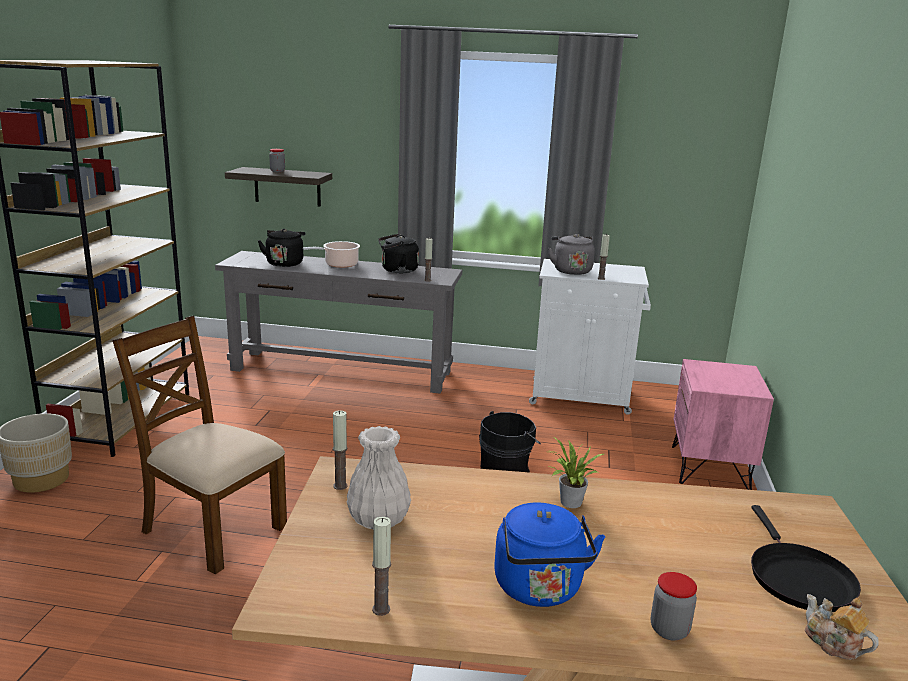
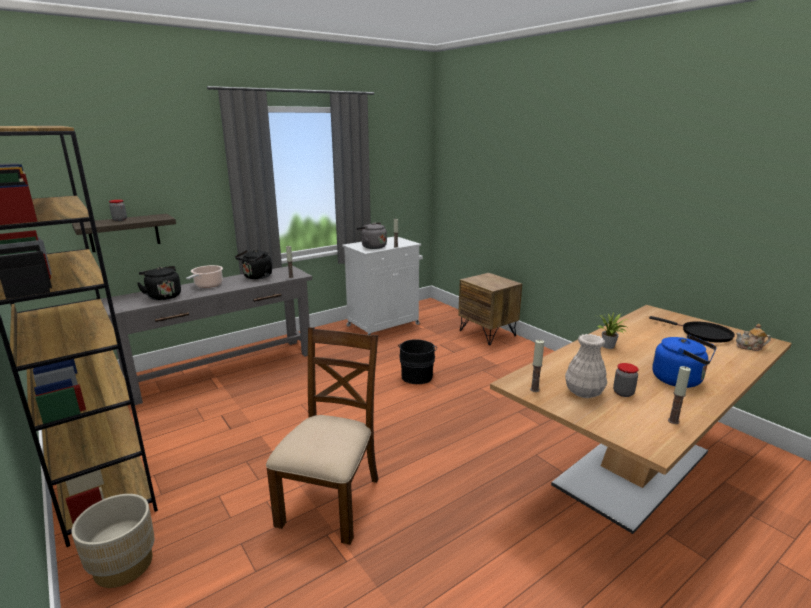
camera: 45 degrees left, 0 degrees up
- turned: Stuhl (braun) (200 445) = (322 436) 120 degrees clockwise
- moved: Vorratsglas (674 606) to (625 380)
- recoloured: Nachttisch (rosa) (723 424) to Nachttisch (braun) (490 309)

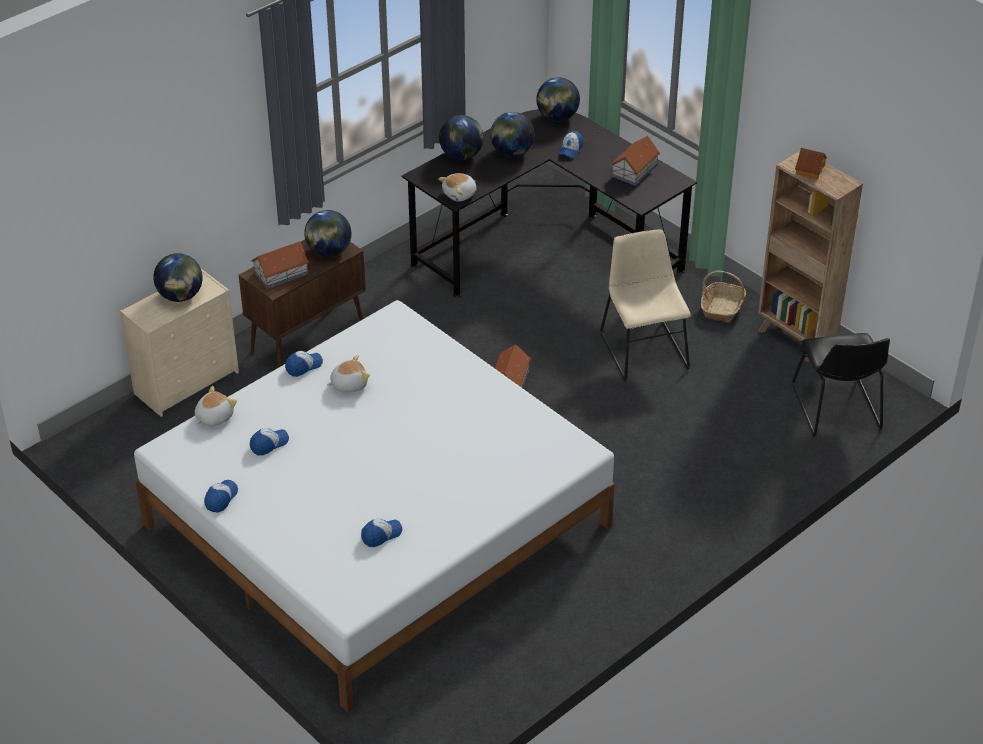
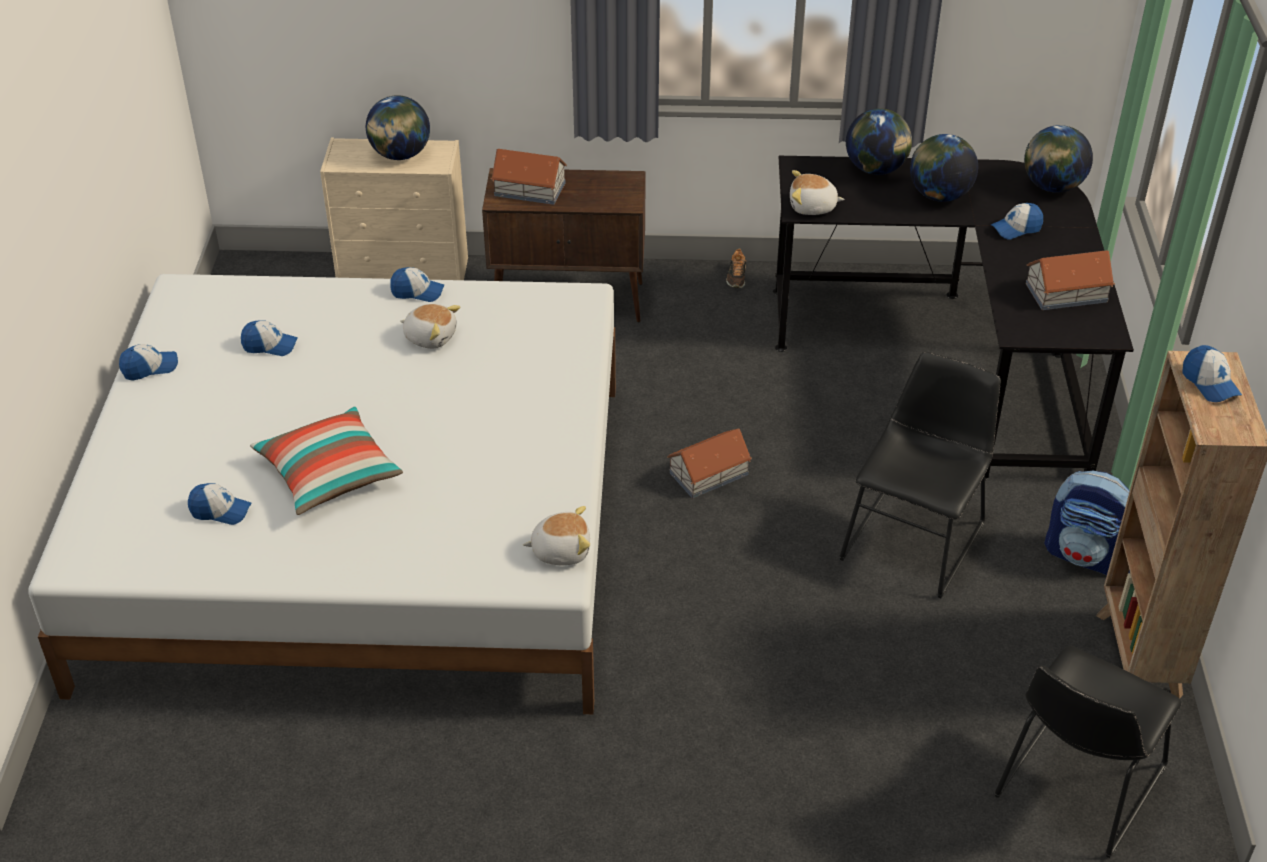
camera: 45 degrees right, 0 degrees up
- moved: Plüschtier (216 406) to (556 535)
- removed: Globus (327 233)
- recoloured: Stuhl (beige) (645 305) to Stuhl (schwarz) (920 475)
- replaced: Korb (723 297) to Rucksack (1087 523)
- replaced: Spielzeughaus (811 163) to Kappe (1212 373)
- added: Kissen (326 460)
- added: Schuh (736 268)

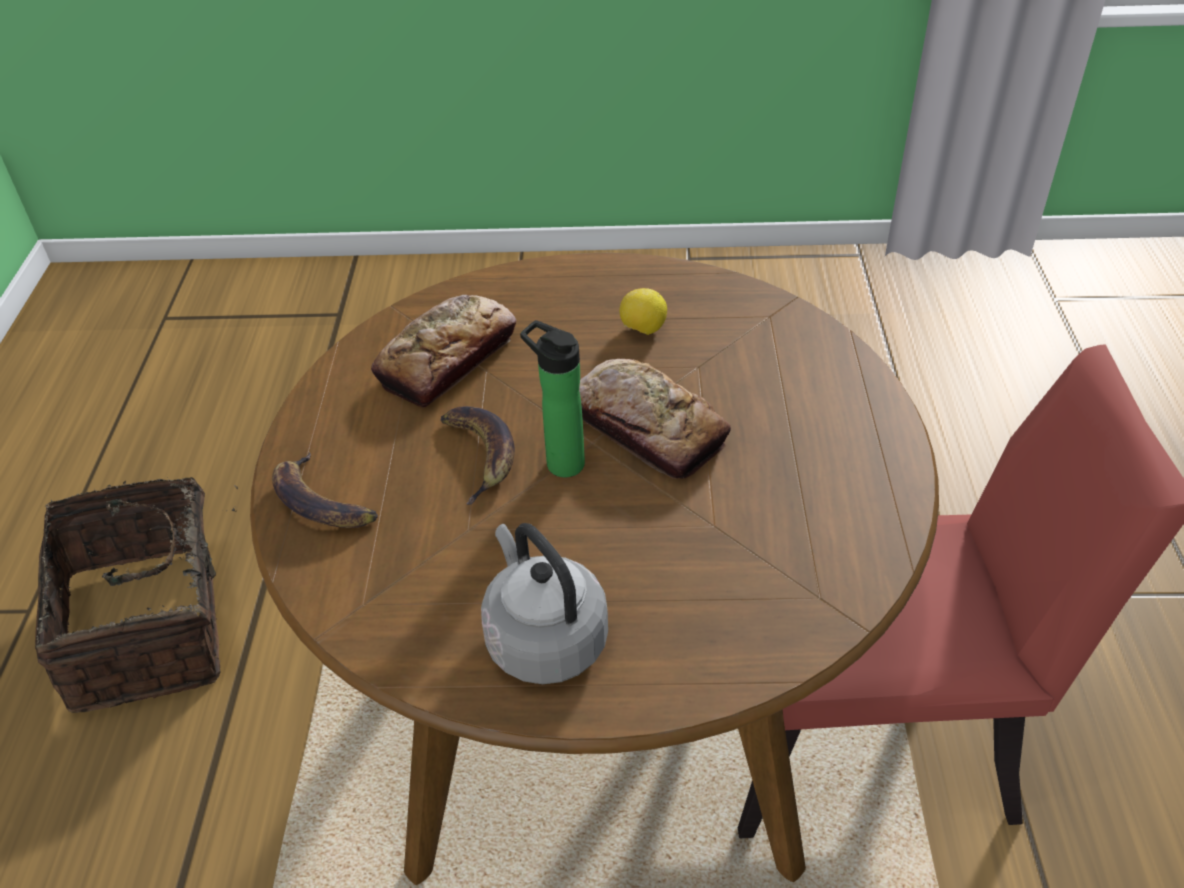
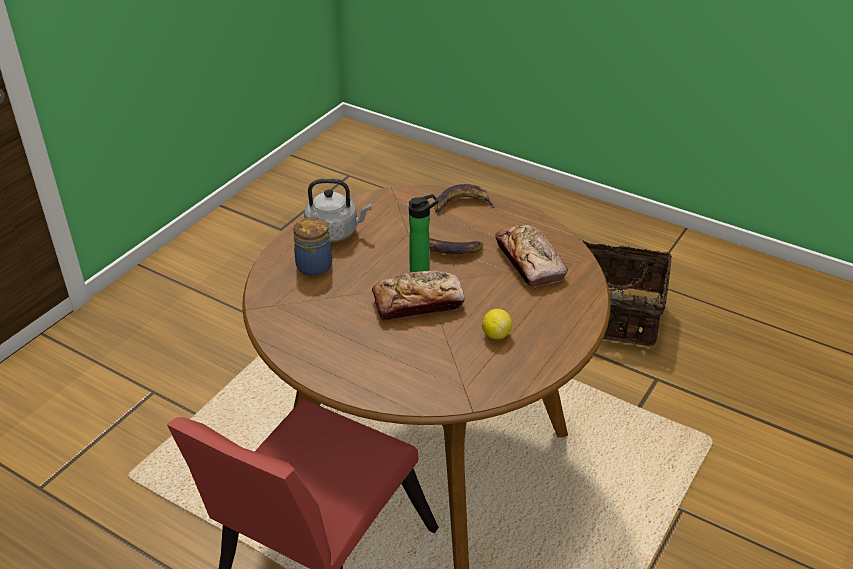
camera: 120 degrees right, 5 degrees down
- added: Vorratsglas (312 246)

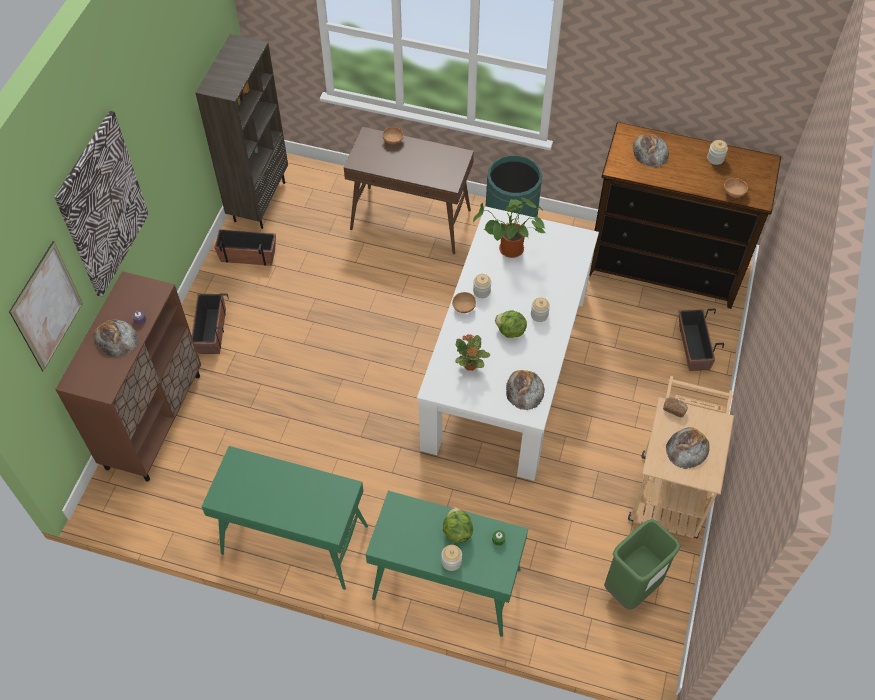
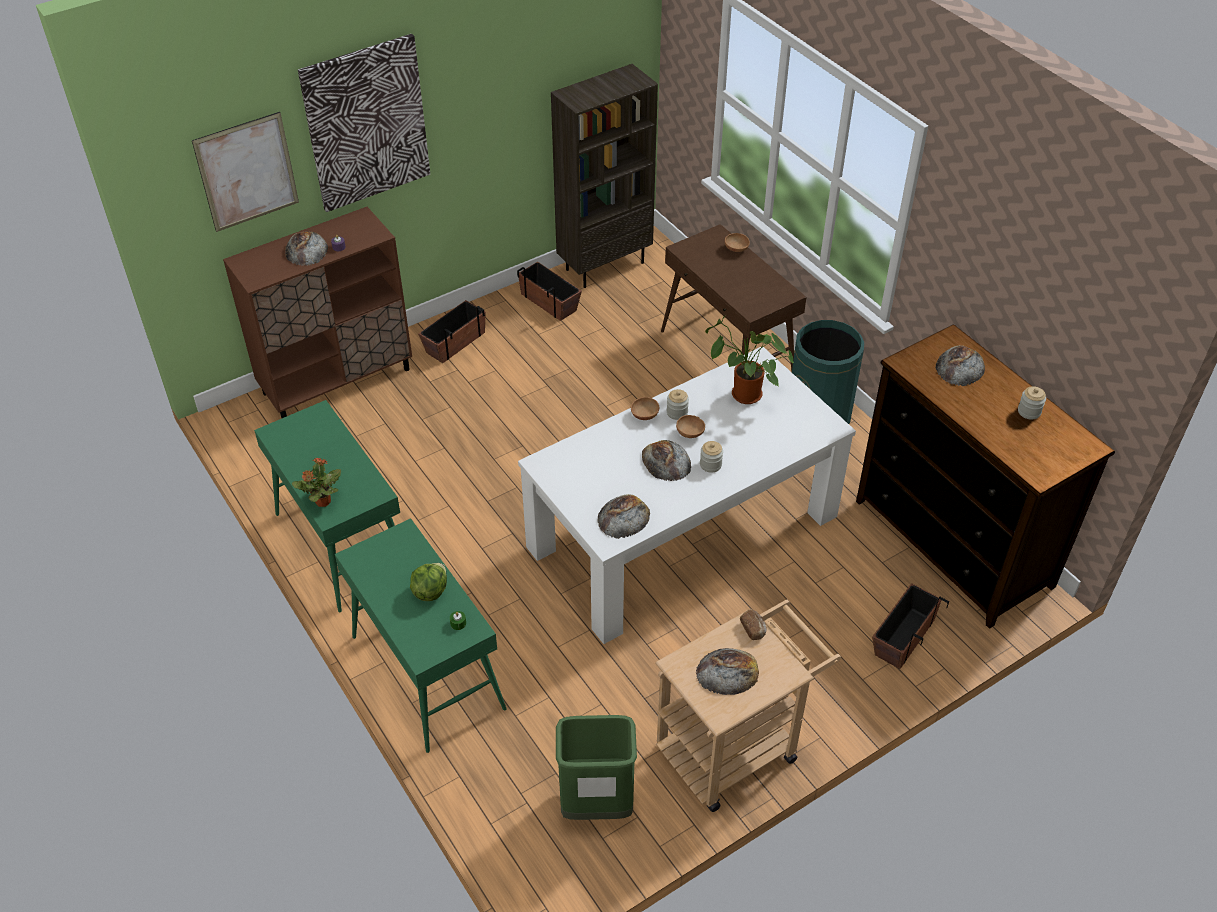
camera: 40 degrees right, 10 degrees down
- removed: Vorratsglas (451 558)
- moved: Topfpflanze (473 352) to (316 482)
- replaced: Salatkopf (511 324) to Brot (666 460)
- moved: Schüssel (braun) (736 187) to (690 426)

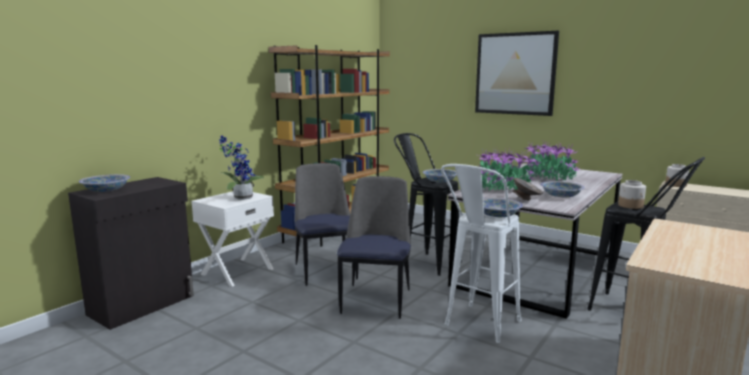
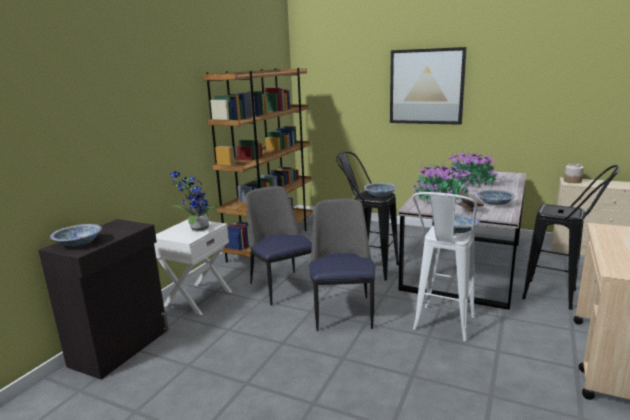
camera: 10 degrees left, 5 degrees up
- removed: Vorratsglas (632 194)

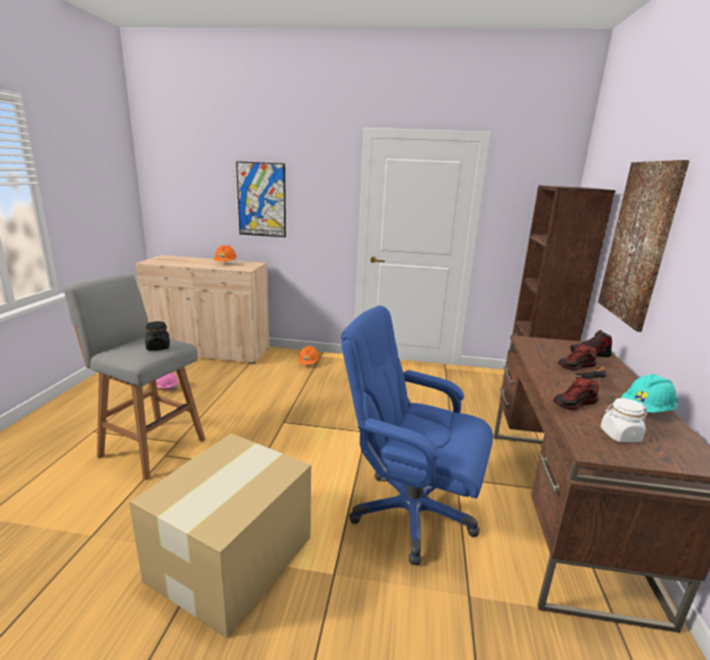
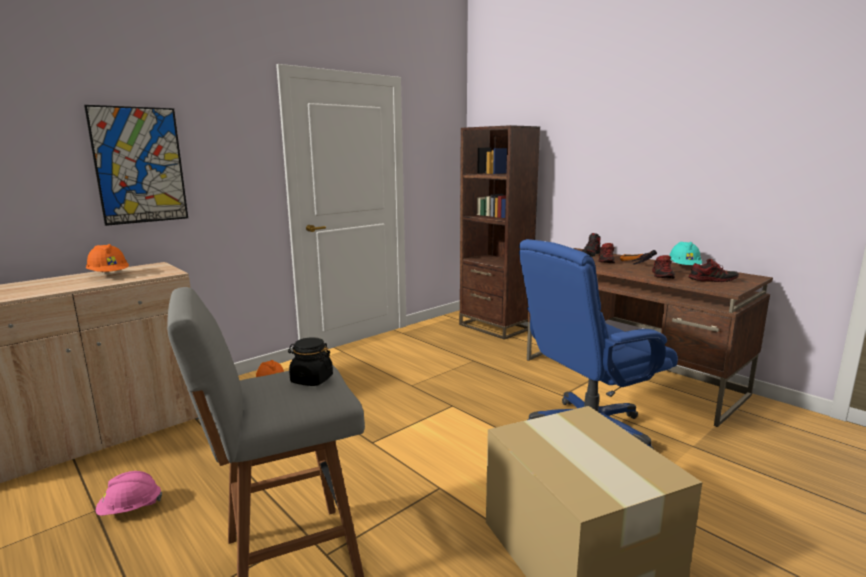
camera: 50 degrees left, 5 degrees down
- removed: Bild (644 246)
- replaced: Vorratsglas (weiß) (623 420) to Schuh (713 270)

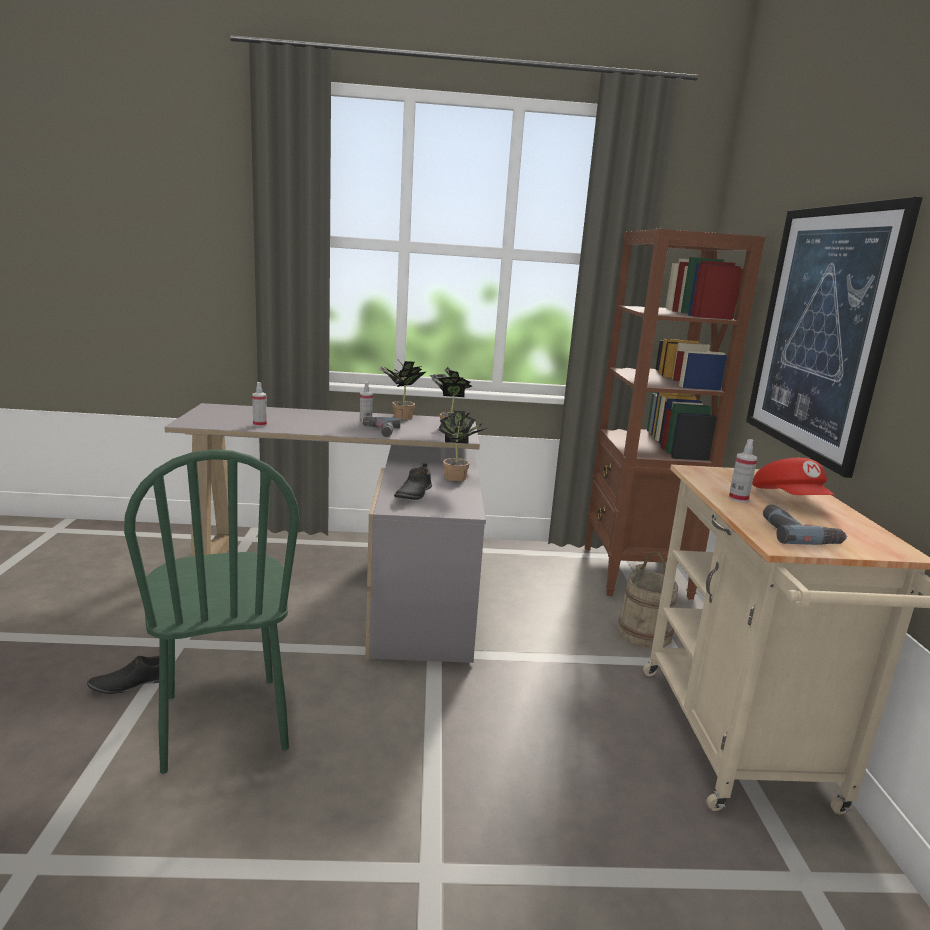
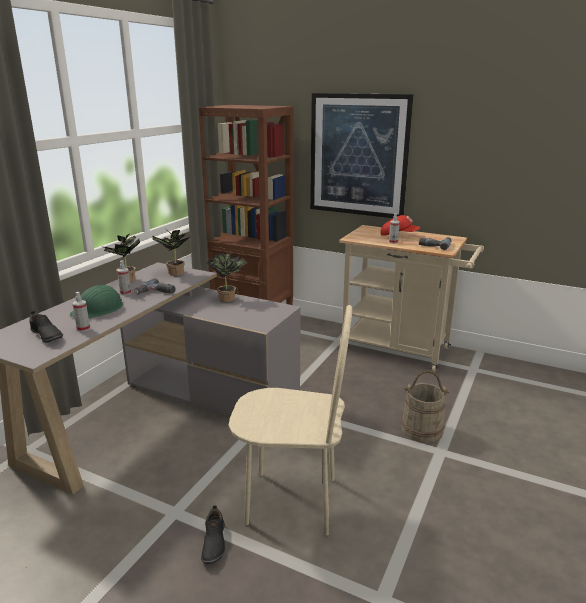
camera: 60 degrees left, 5 degrees up
- recoloured: Stuhl (grün) (212 611) to Stuhl (beige) (291 420)
- moved: Schuh (schwarz) (413 481) to (46 327)
- moved: Eimer (beige) (647 599) to (425 406)
- added: Schutzhelm (grün) (96 301)

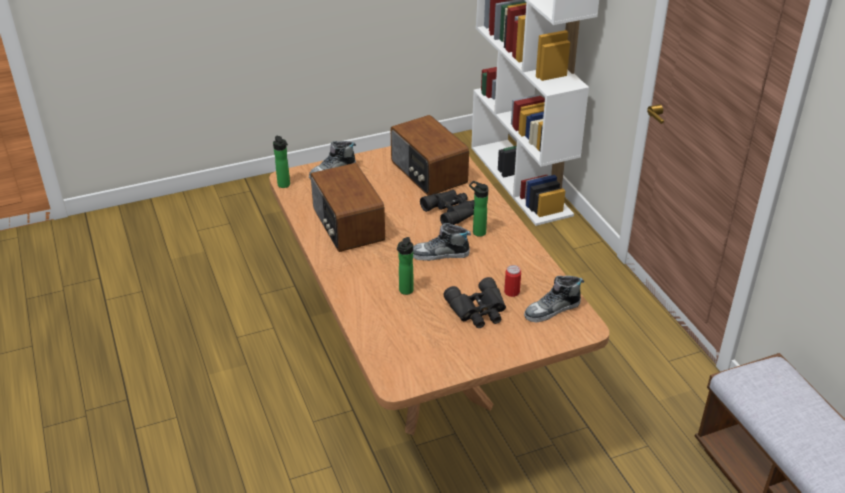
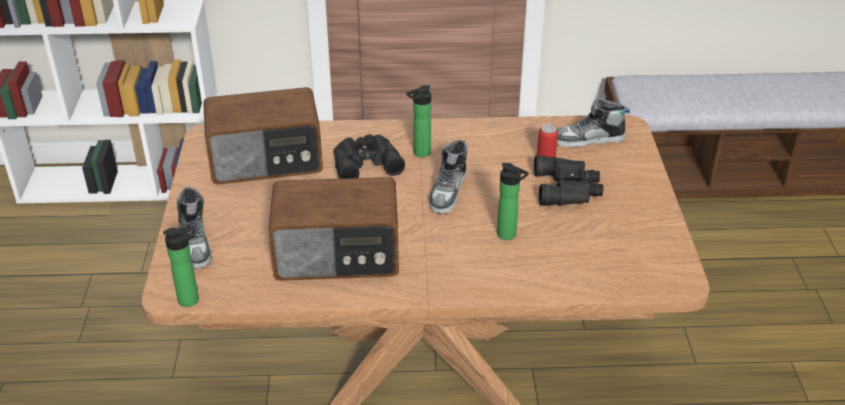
camera: 70 degrees left, 0 degrees up
- turned: Schuh (554 299) = (593 122) 90 degrees clockwise

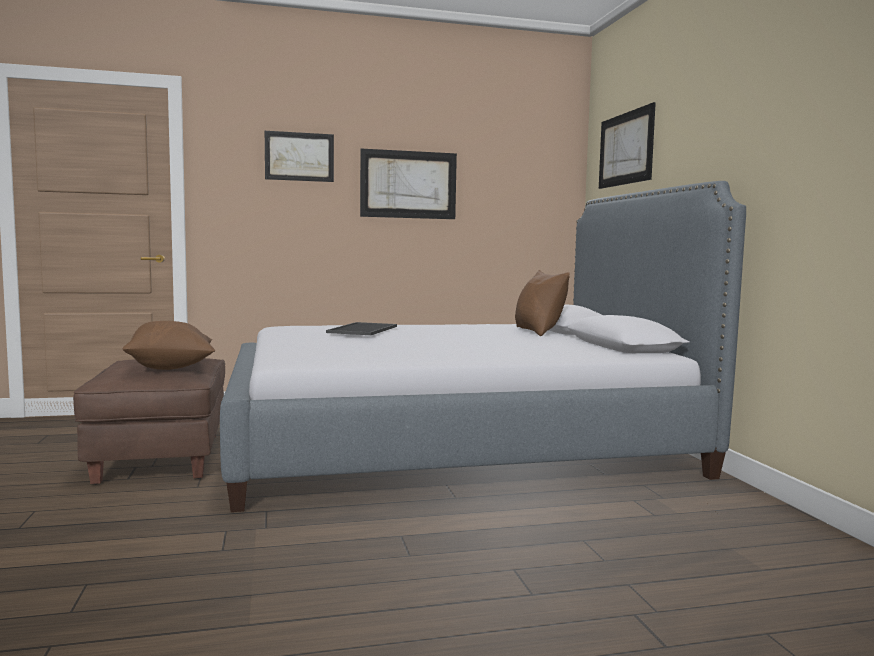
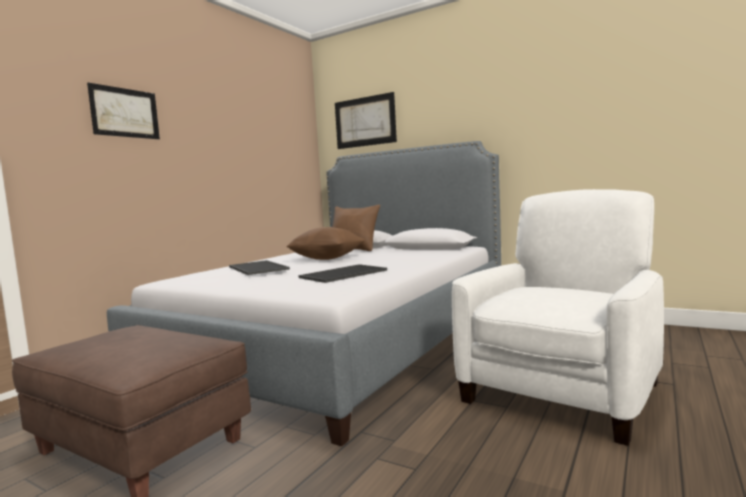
camera: 45 degrees left, 0 degrees up
- moved: Kissen (braun) (169 345) to (326 243)
- removed: Bild (408 184)
- added: Tablett (342 273)
- added: Sessel (weiß) (558 317)

